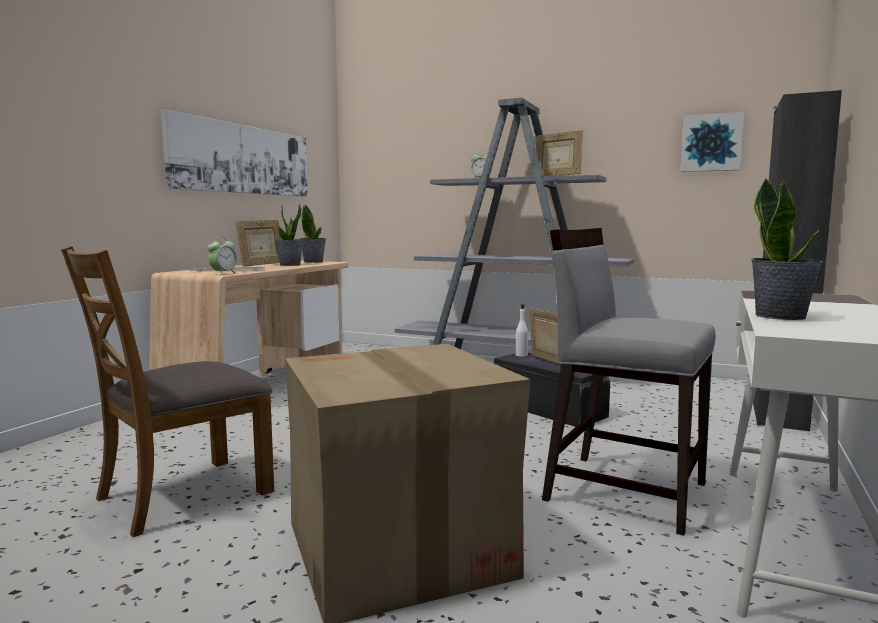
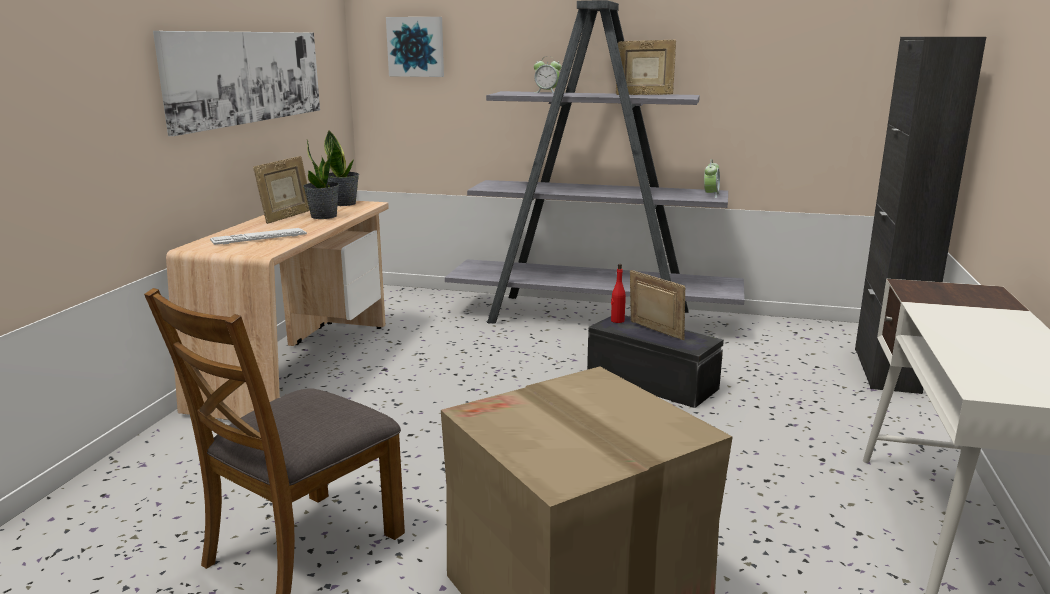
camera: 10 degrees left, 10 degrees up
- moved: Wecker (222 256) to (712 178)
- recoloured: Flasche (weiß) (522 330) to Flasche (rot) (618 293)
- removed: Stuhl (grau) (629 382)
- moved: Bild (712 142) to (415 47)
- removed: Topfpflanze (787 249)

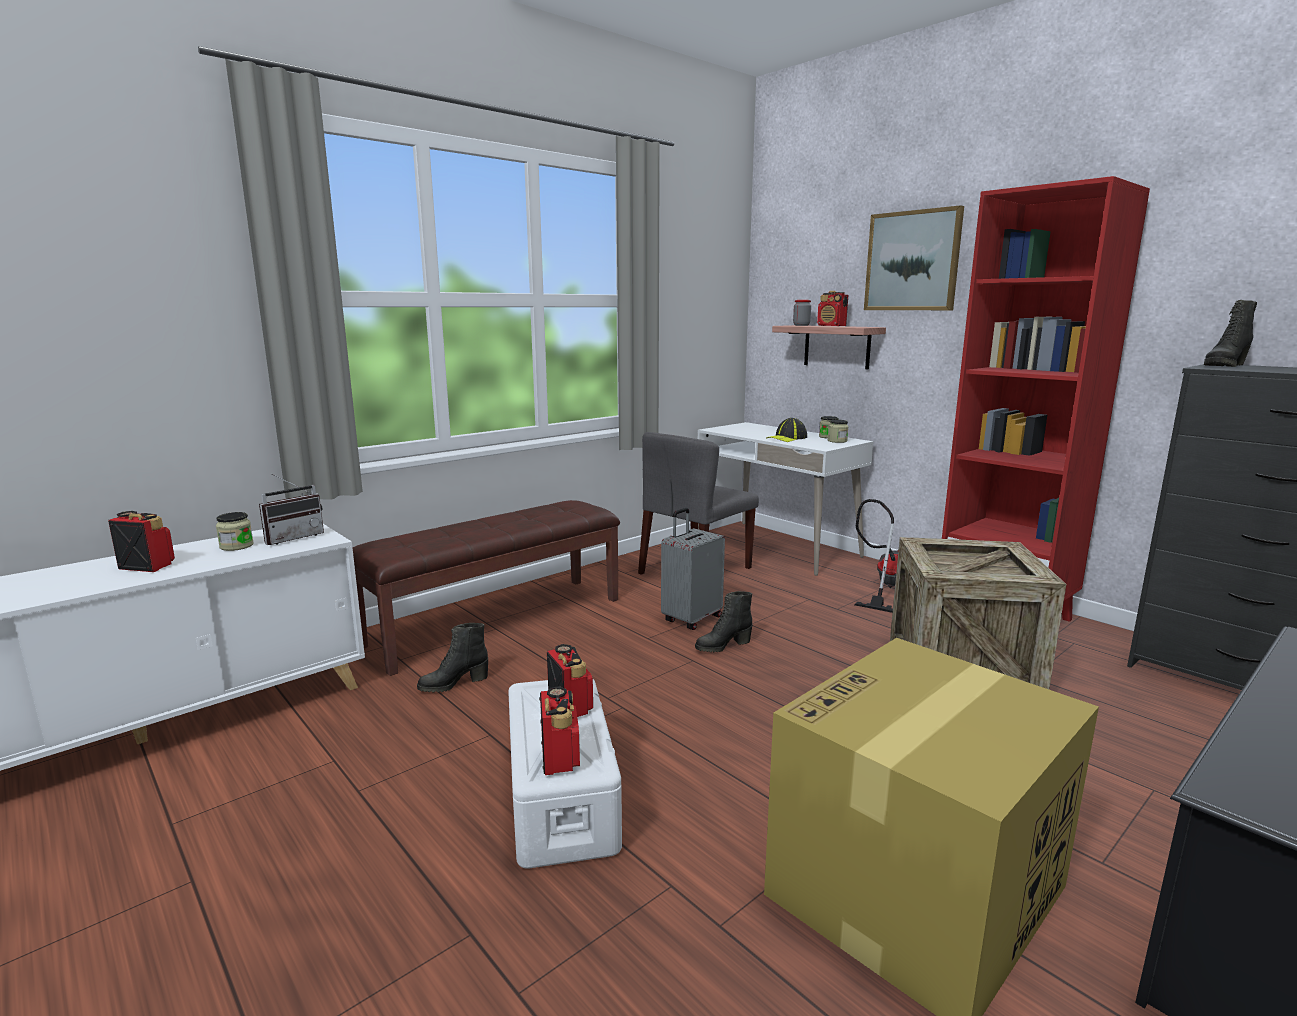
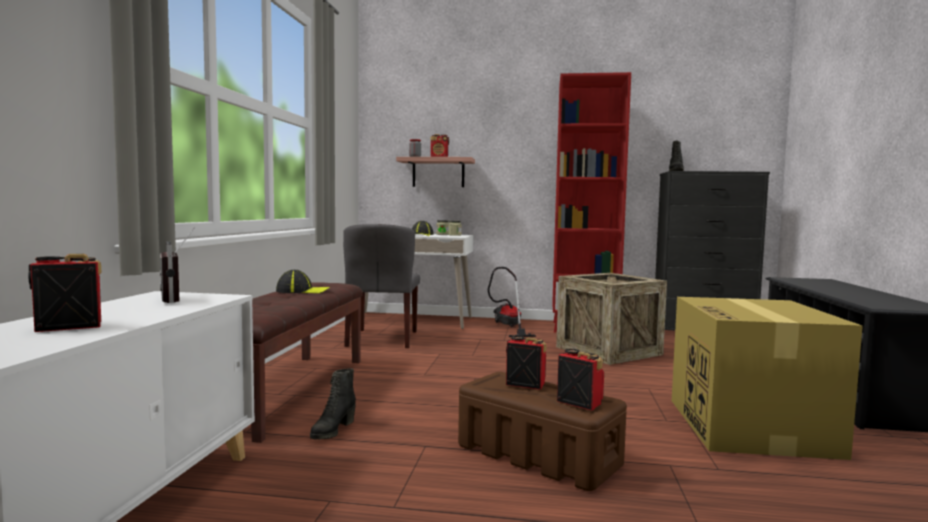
camera: 40 degrees left, 10 degrees down
- removed: Vorratsglas (235 531)
- turned: Radio (291 509) = (177 265) 150 degrees clockwise
- recoloured: Aufbewahrungsbox (weiß) (565 774) to Aufbewahrungsbox (braun) (542 431)
- removed: Koffer (grau) (693 569)
- removed: Stiefel (schwarz) (723 621)
- removed: Bild (914 257)
- added: Kappe (303 281)

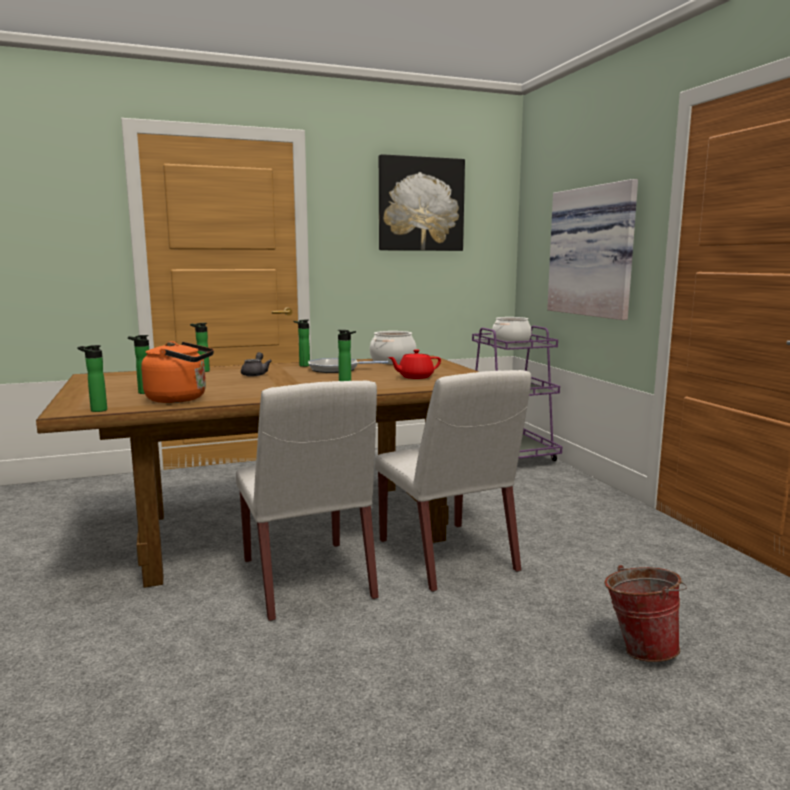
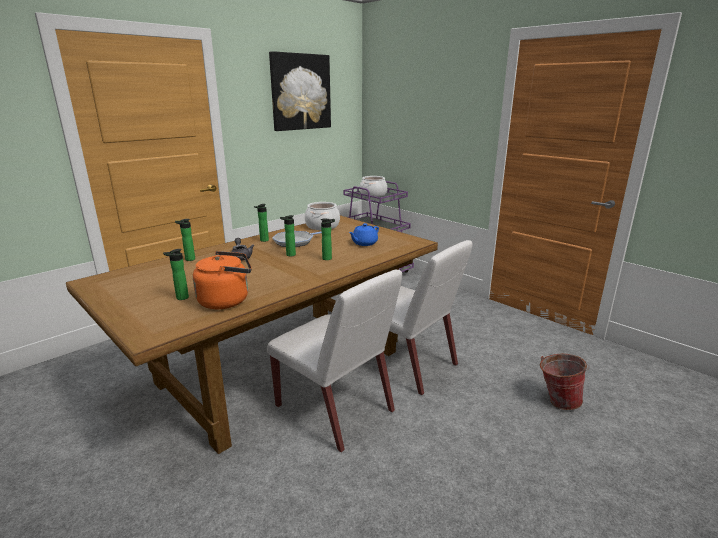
camera: 25 degrees left, 10 degrees up
- moved: Flasche (92 378) to (288 235)
- recoloured: Teekanne (rot) (414 364) to Teekanne (blau) (364 234)
- removed: Bild (592 249)

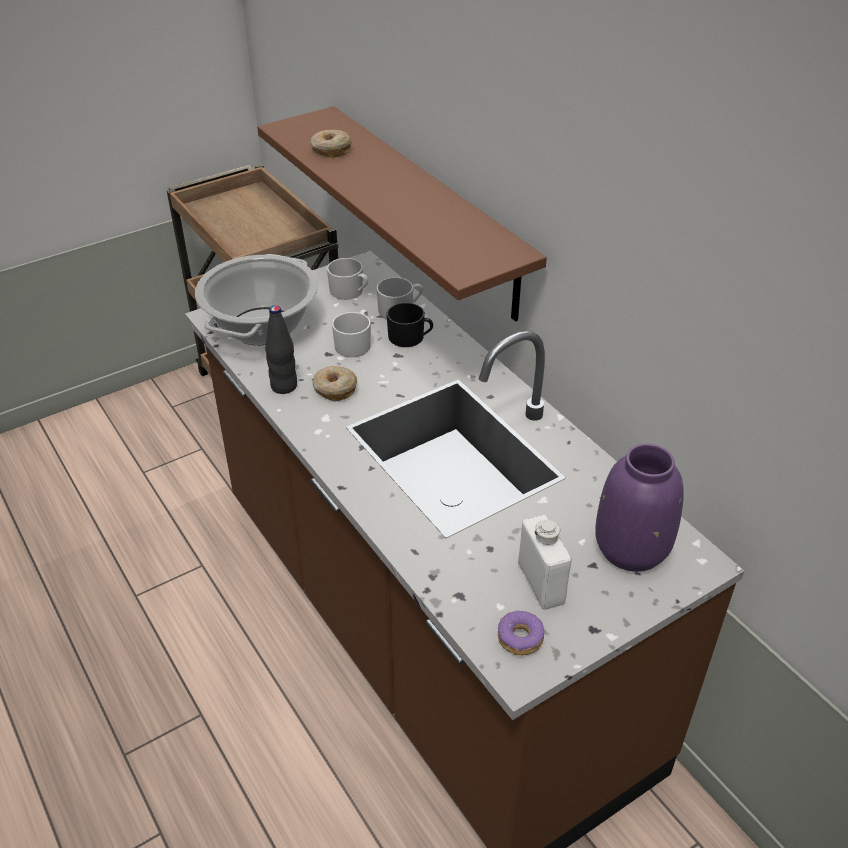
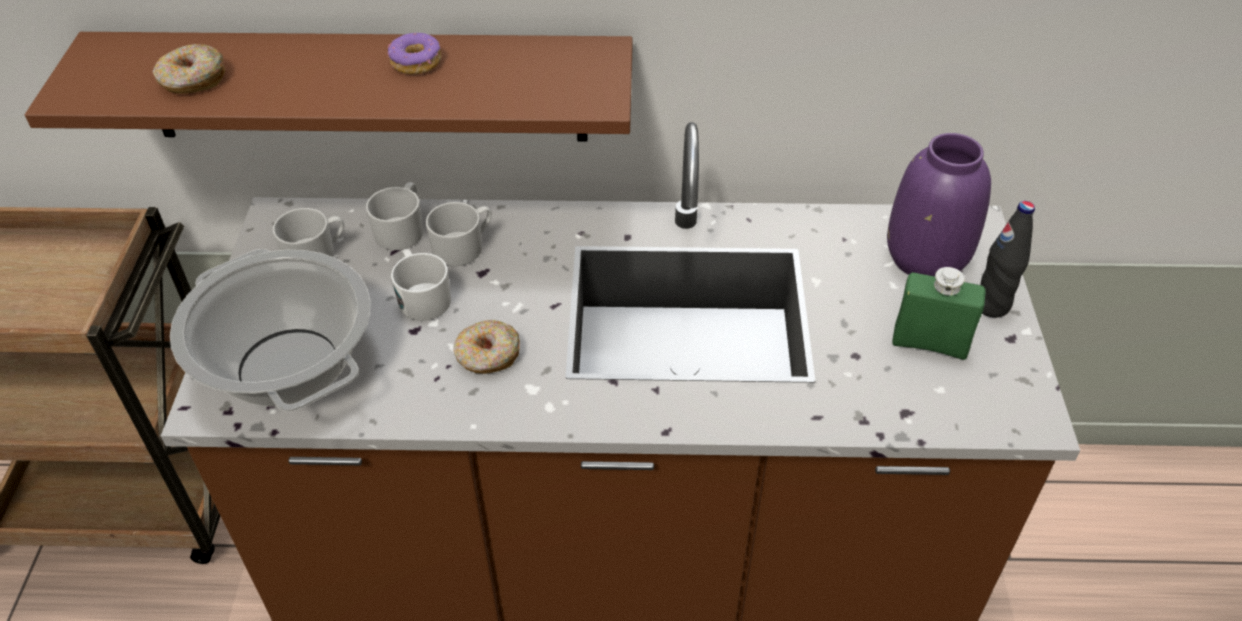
camera: 55 degrees left, 5 degrees up
- moved: Flasche (schwarz) (281 349) to (1007 259)
- recoloured: Henkelbecher (schwarz) (409 325) to Henkelbecher (weiß) (459 234)
- moved: Donut (521 633) to (414 53)
- recoloured: Flasche (weiß) (545 562) to Flasche (grün) (939 313)

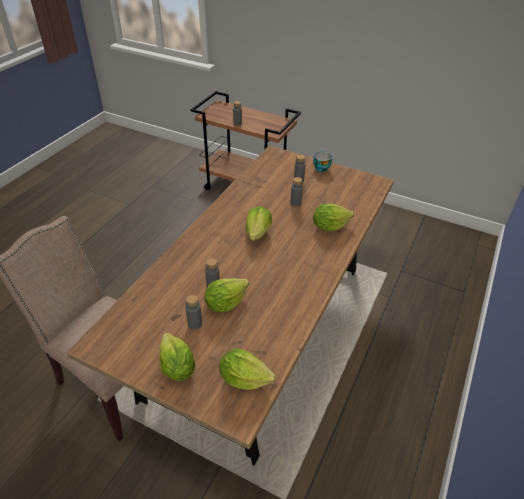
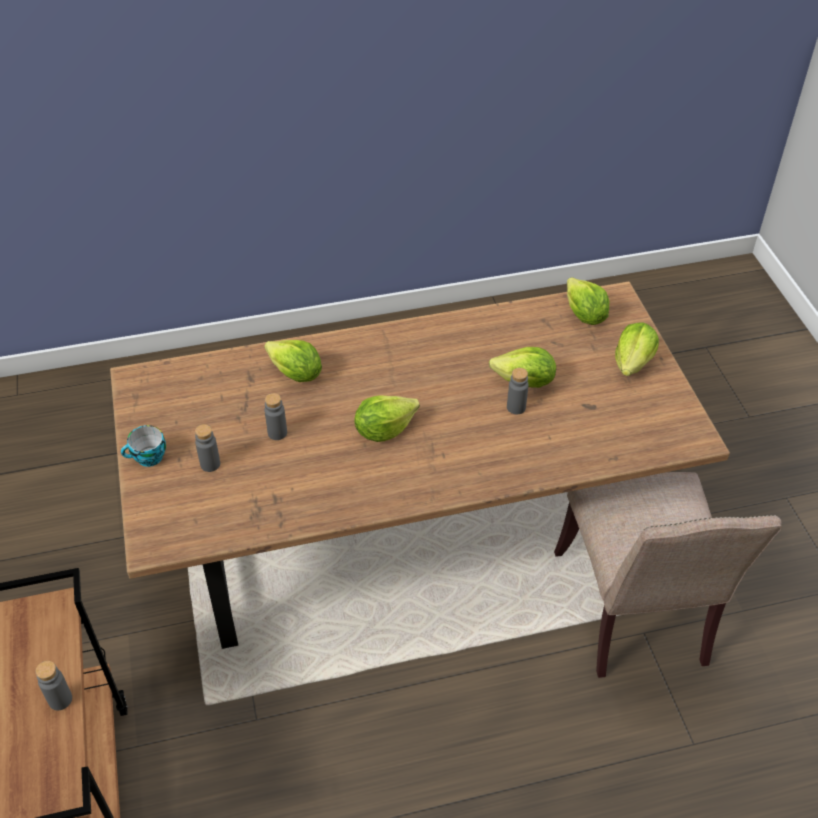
camera: 130 degrees left, 5 degrees up
- removed: Flasche (grau) (194 312)

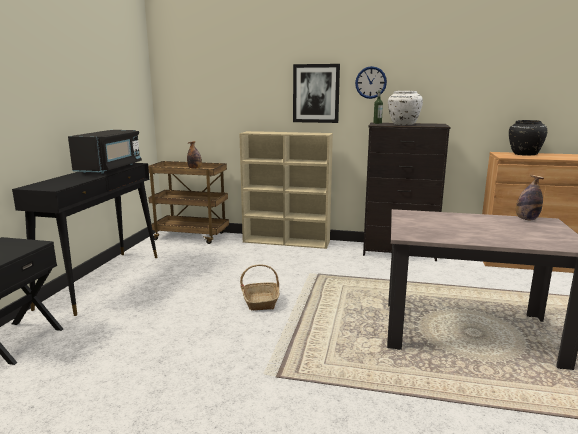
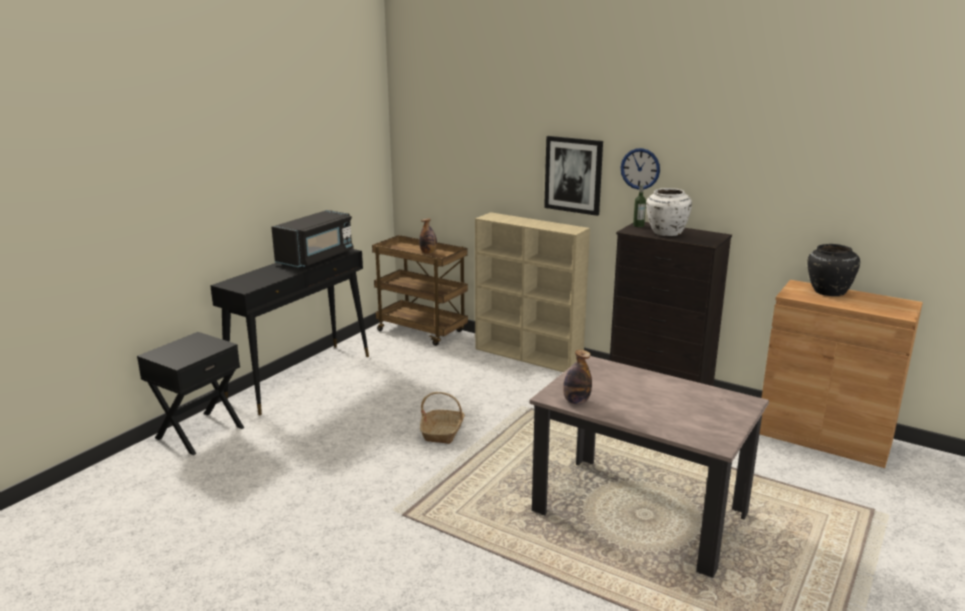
camera: 20 degrees right, 5 degrees up
- moved: Flasche (530 197) to (577 377)

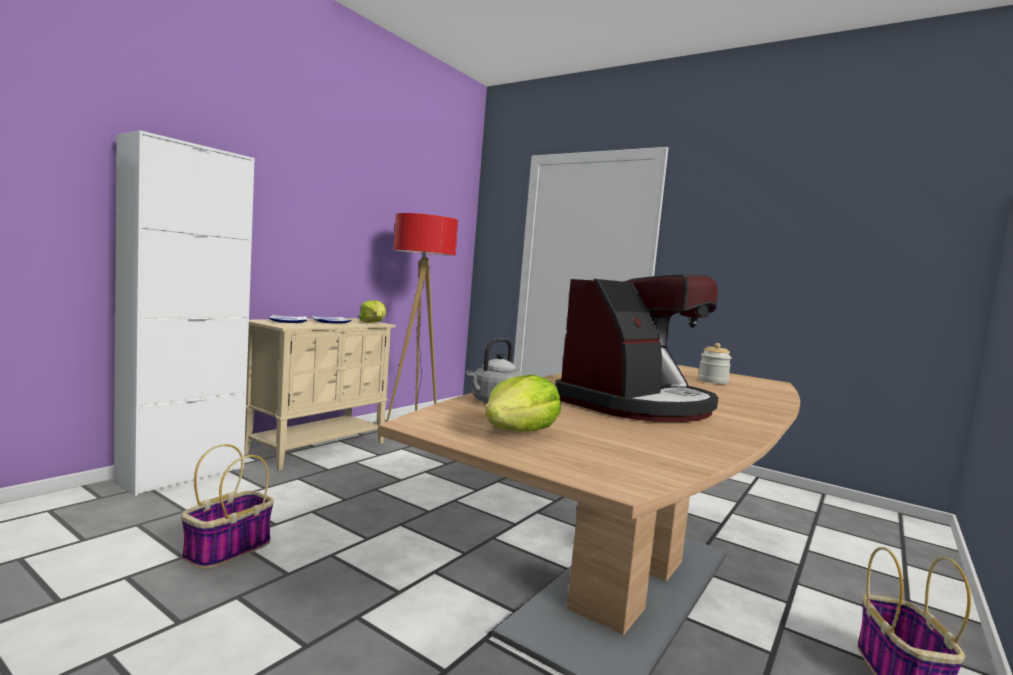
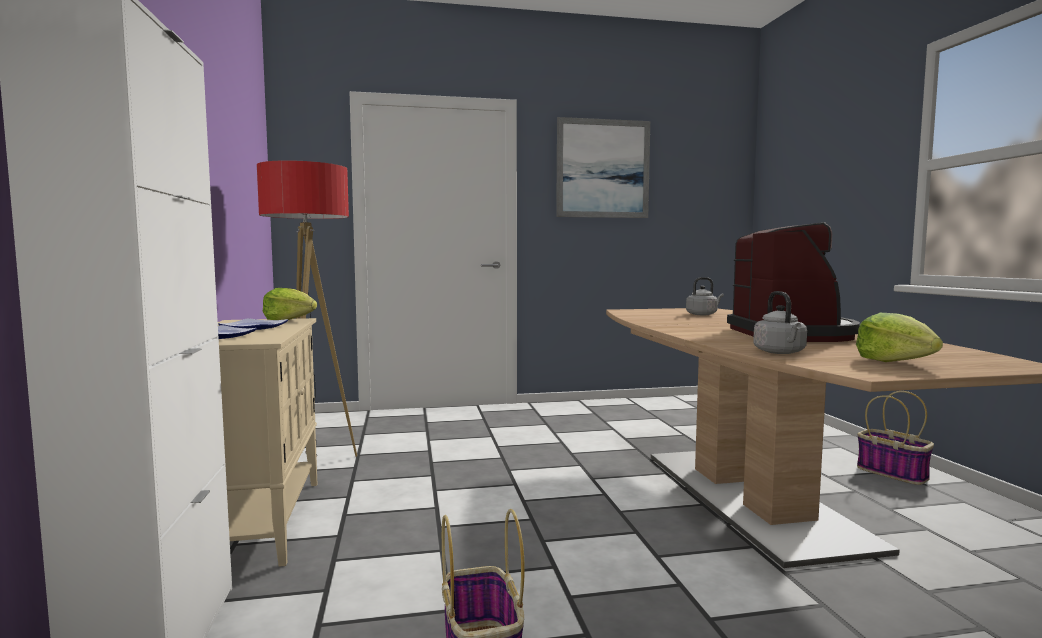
camera: 45 degrees left, 0 degrees up
- replaced: Vorratsglas (715 363) to Wasserkessel (grau) (705 296)
- added: Bild (603 167)

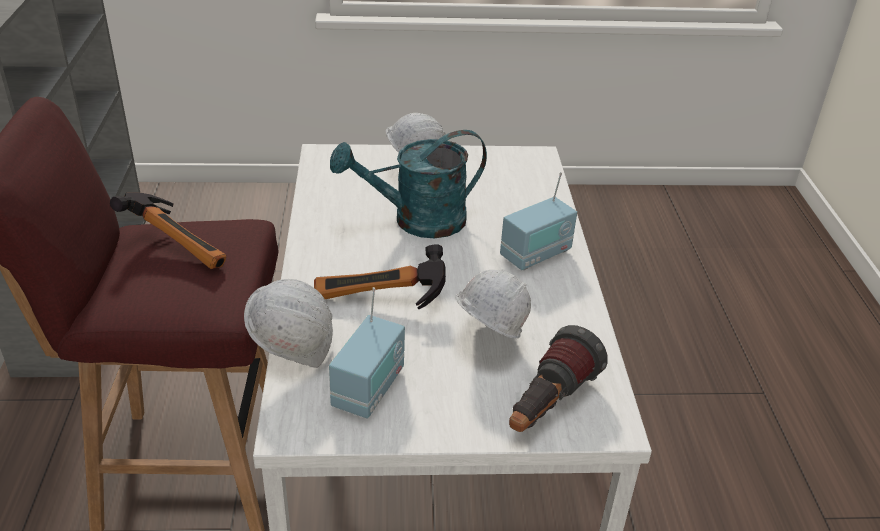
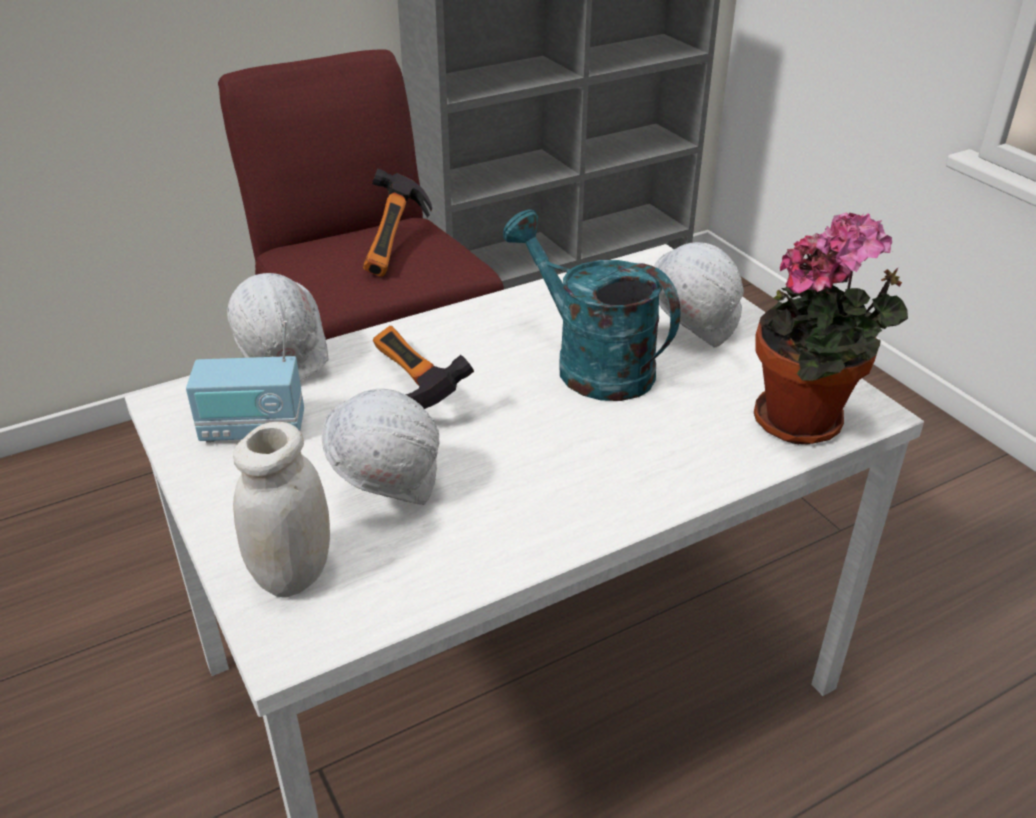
camera: 65 degrees right, 0 degrees up
- removed: Radio (538 221)
- replaced: Taschenlampe (558 378) to Vorratsglas (weiß) (281 510)
- added: Topfpflanze (831 328)

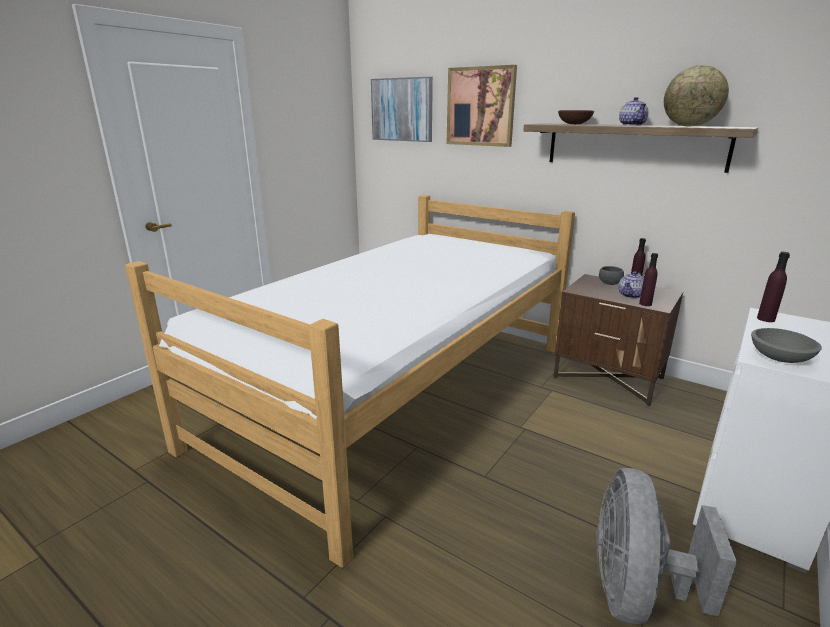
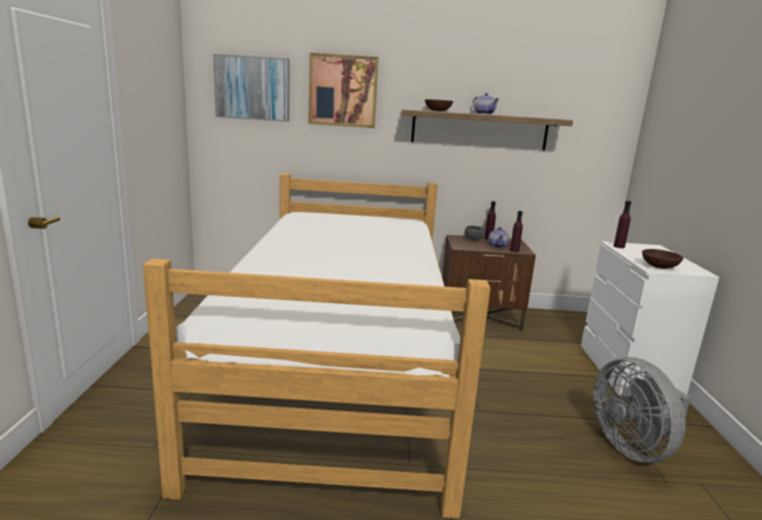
camera: 35 degrees left, 5 degrees down
- removed: Globus (696 95)
- recoloured: Schüssel (grau) (786 345) to Schüssel (braun) (663 259)

